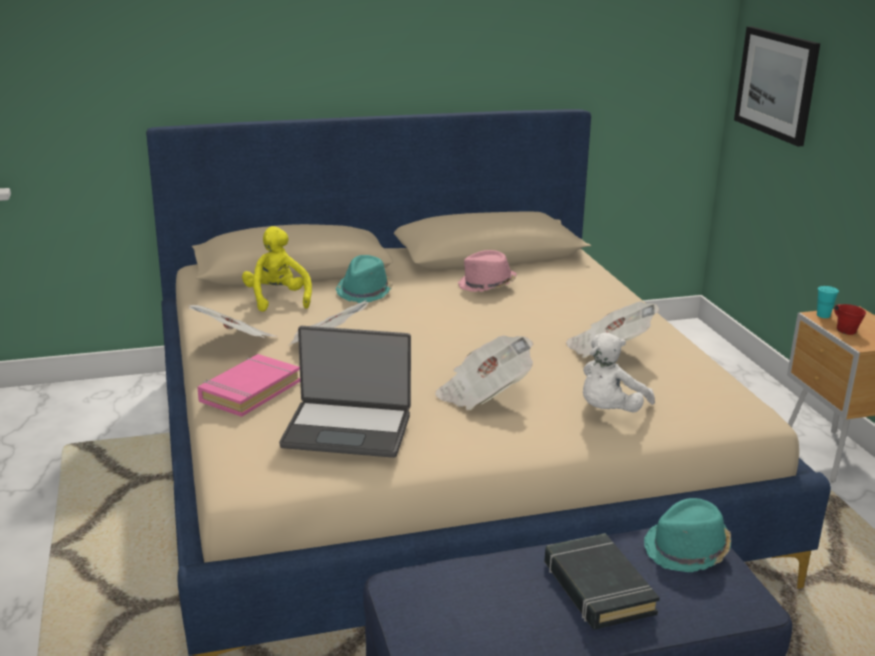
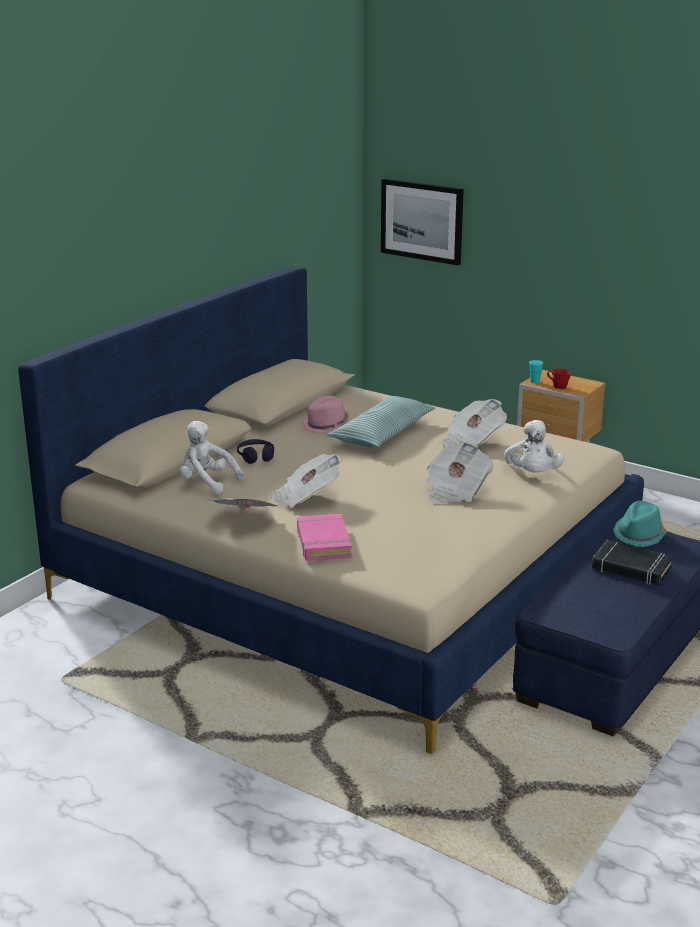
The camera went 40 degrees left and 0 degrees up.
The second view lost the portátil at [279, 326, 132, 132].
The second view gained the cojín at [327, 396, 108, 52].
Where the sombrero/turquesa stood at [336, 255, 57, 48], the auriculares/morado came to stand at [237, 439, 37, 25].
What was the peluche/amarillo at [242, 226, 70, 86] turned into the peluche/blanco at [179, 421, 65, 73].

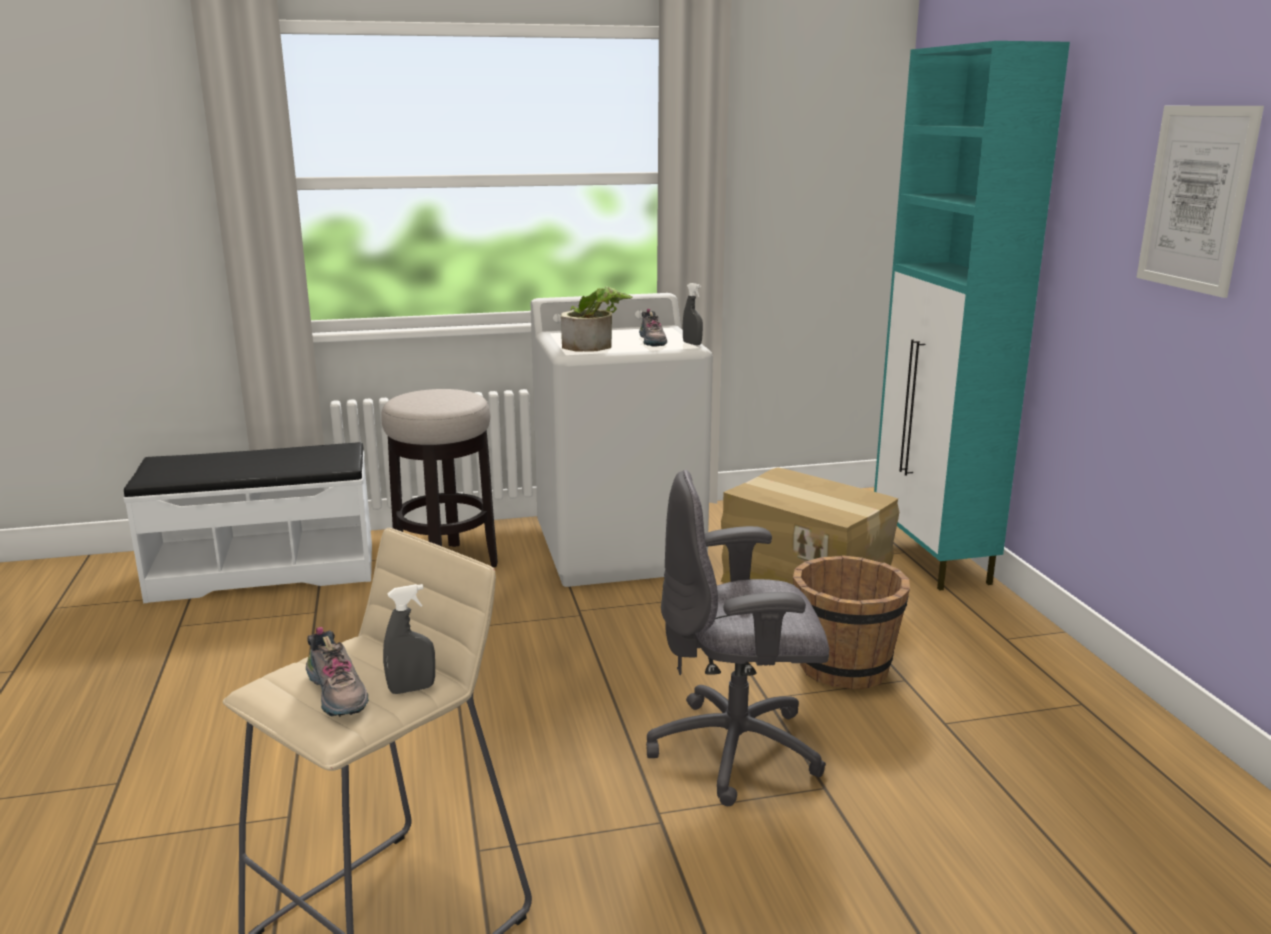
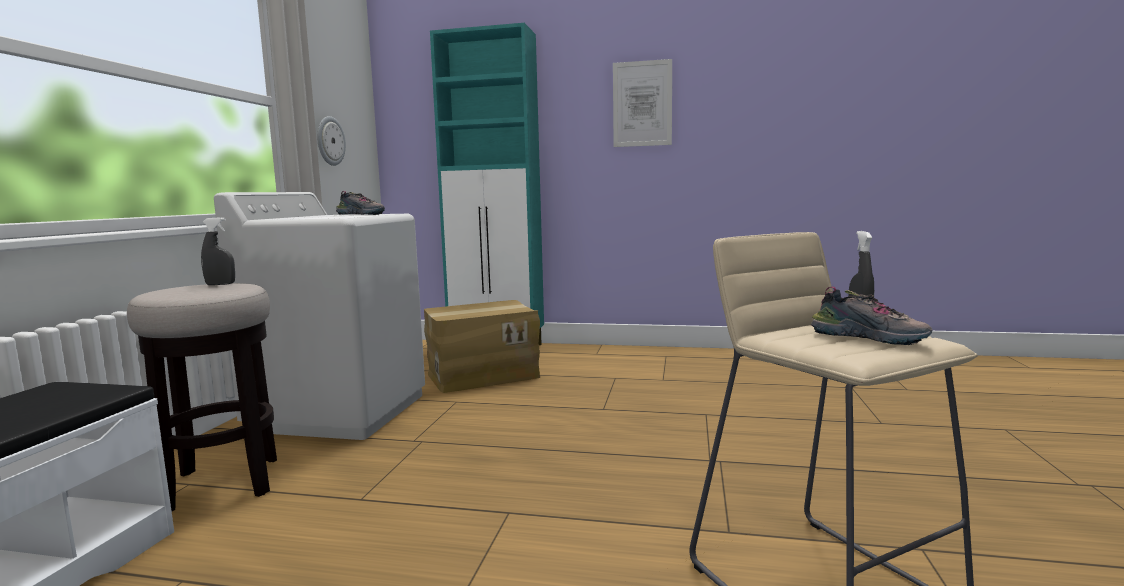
The camera went 65 degrees left and 10 degrees down.
The second view lost the planta en maceta at [561, 286, 72, 66].
The second view lost the silla de oficina/gris at [646, 470, 183, 336].
The second view lost the cubo/marrón at [793, 555, 117, 134].
The second view gained the reloj de pared at [317, 116, 29, 50].
The pulverizador/gris ended up elsewhere, having gone from [683, 283, 20, 62] to [201, 217, 34, 68].
The zapato at [306, 627, 63, 90] ended up facing another way, 45 degrees clockwise from before.

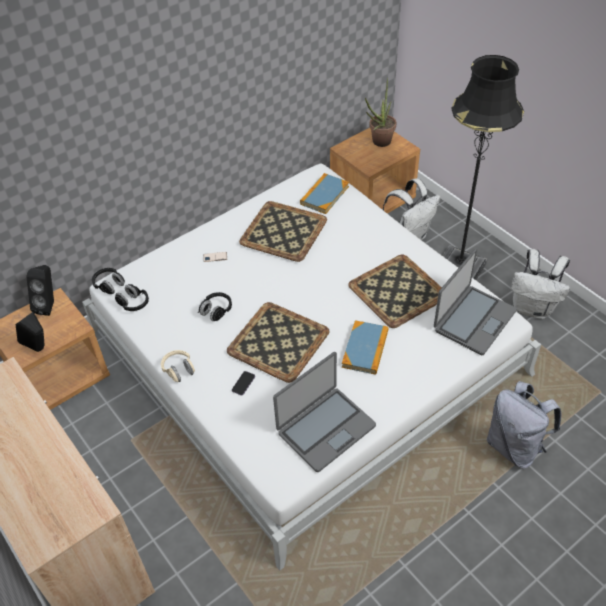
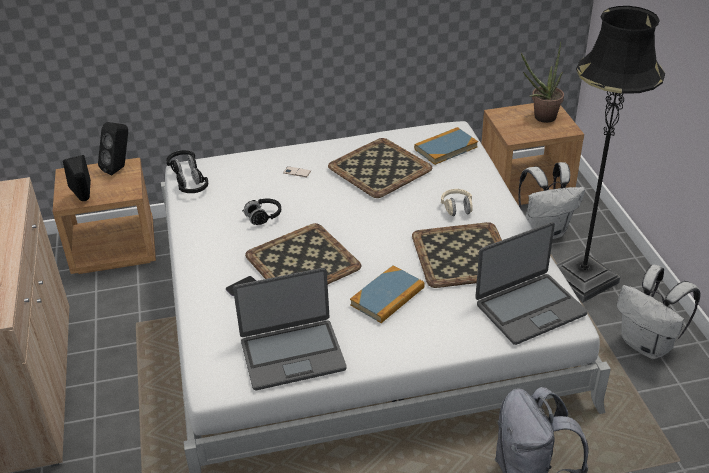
The camera went 25 degrees right and 10 degrees down.
The auriculares/beis ended up elsewhere, having gone from [161, 350, 34, 32] to [441, 189, 32, 27].

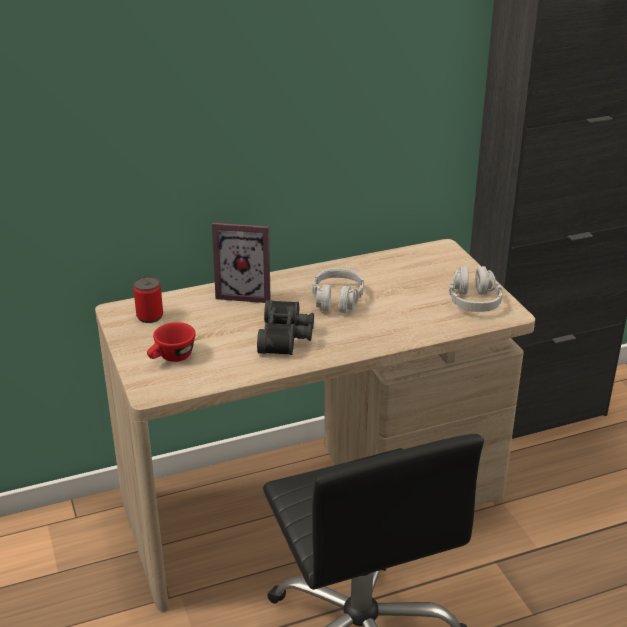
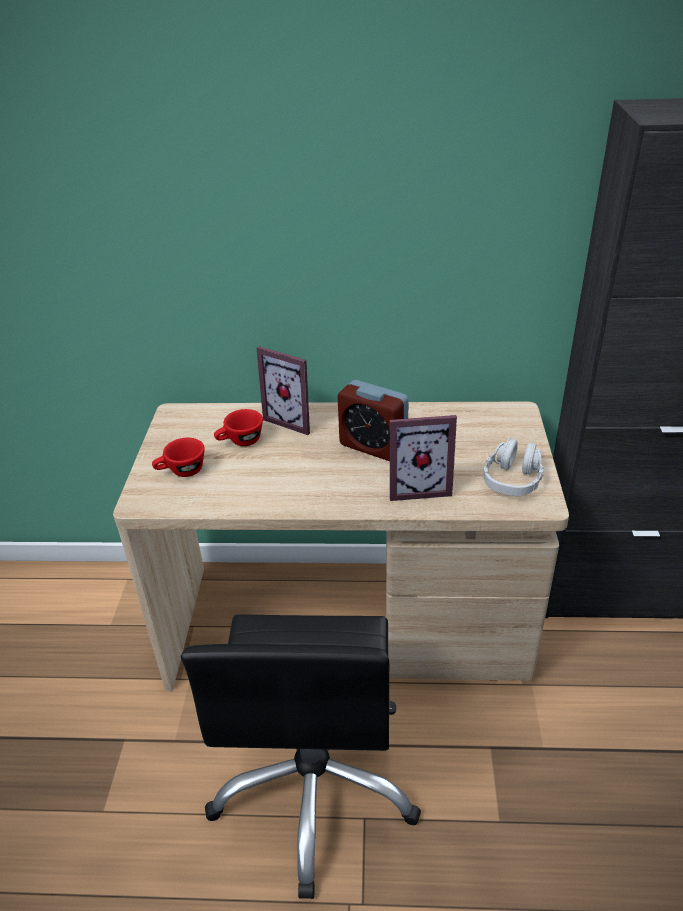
The camera went 25 degrees right and 5 degrees up.
The second view lost the lata at [133, 276, 30, 47].
The second view lost the prismáticos/negro at [257, 300, 57, 55].
The second view gained the taza/rojo at [214, 409, 49, 37].
The second view gained the portarretratos at [390, 415, 67, 86].
Where the auriculares/gris stood at [312, 268, 52, 45], the despertador came to stand at [337, 380, 72, 81].

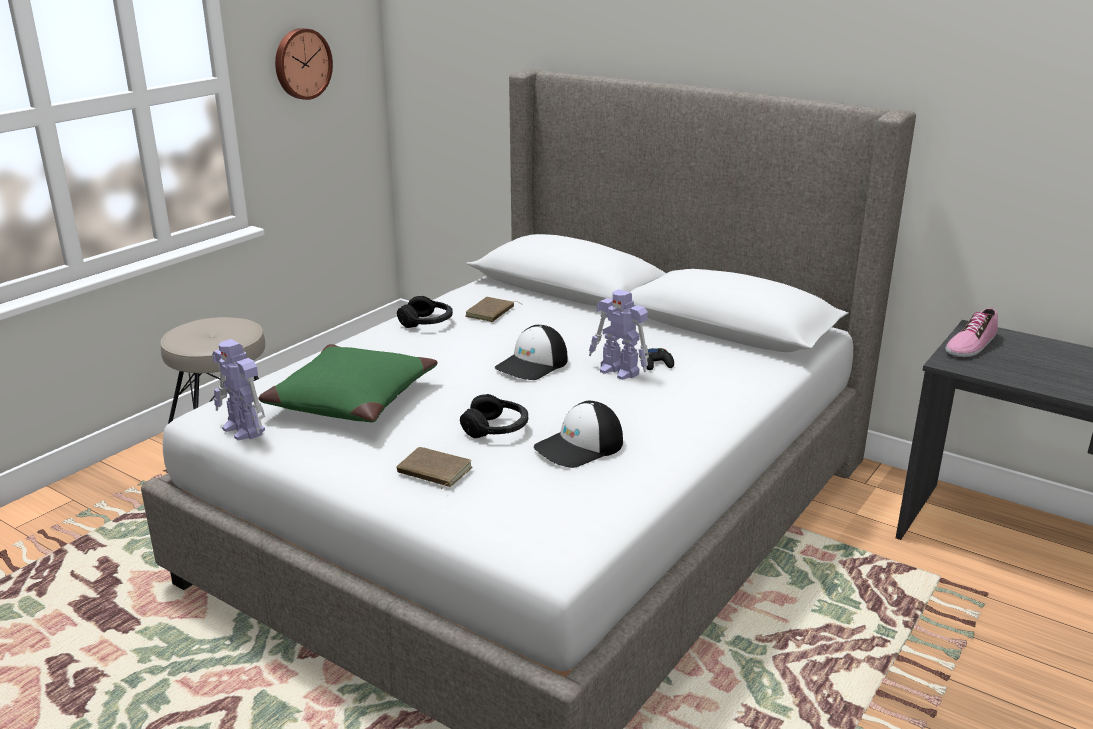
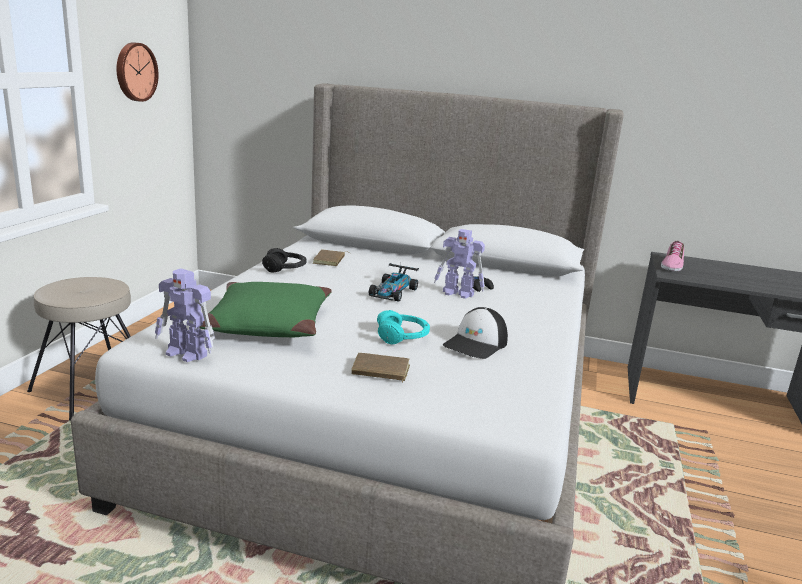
The camera went 20 degrees left and 5 degrees down.
Where the gorra stood at [495, 325, 73, 55], the coche de juguete came to stand at [369, 261, 50, 41].
What was the auriculares/negro at [460, 394, 68, 44] turned into the auriculares/turquesa at [377, 310, 53, 34].

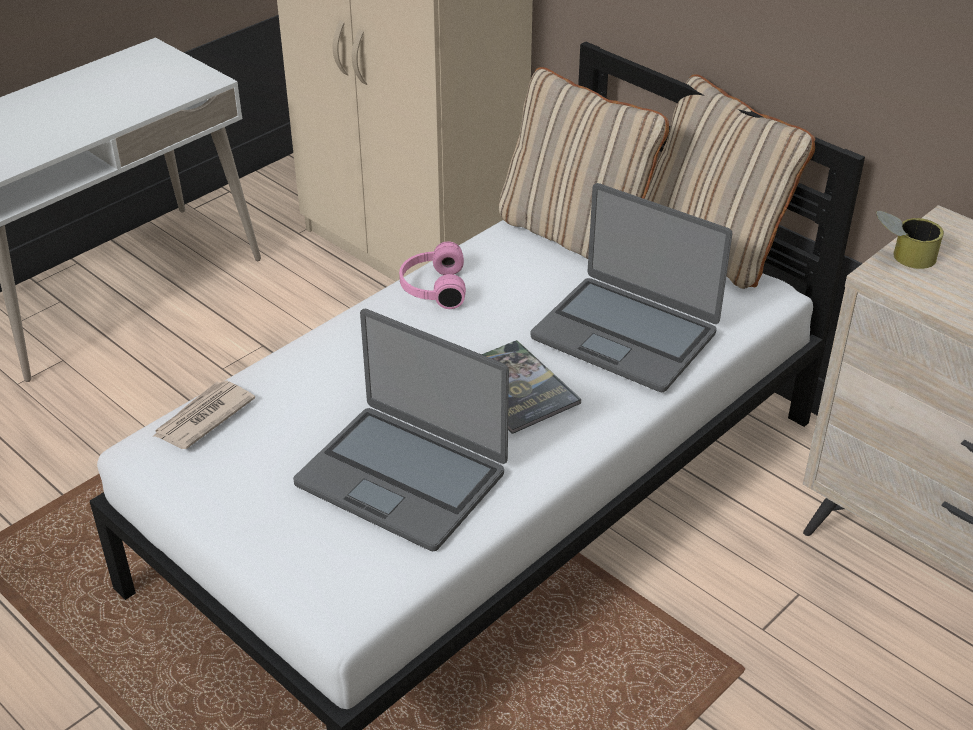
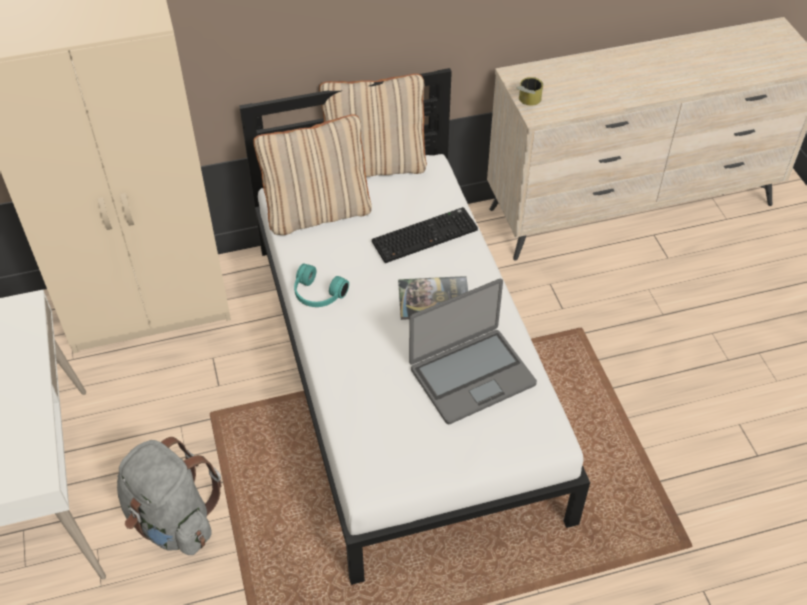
The camera went 60 degrees left and 10 degrees up.
The second view lost the periódico at [153, 380, 102, 69].
The second view gained the mochila/gris at [117, 437, 105, 118].
Where the portátil stood at [531, 183, 201, 209], the teclado came to stand at [372, 207, 106, 56].
What was the auriculares/rosa at [399, 242, 67, 67] turned into the auriculares/turquesa at [294, 264, 55, 43].

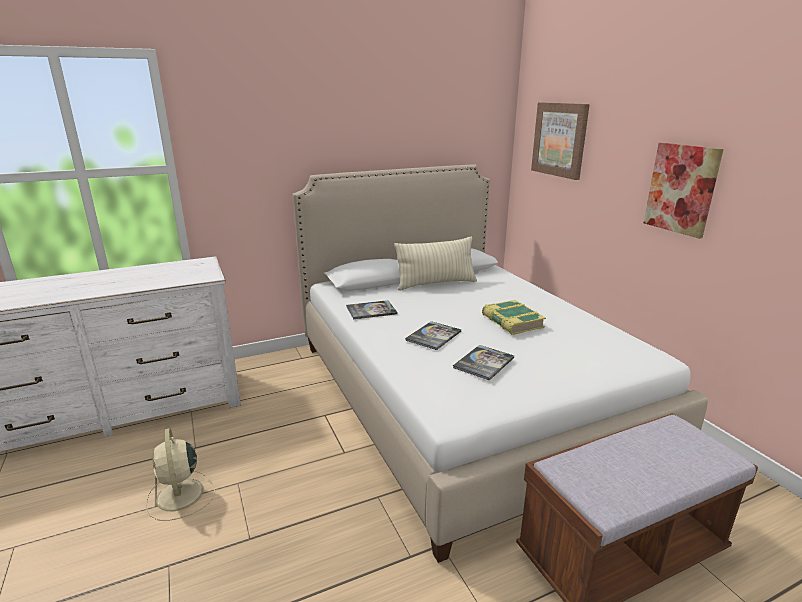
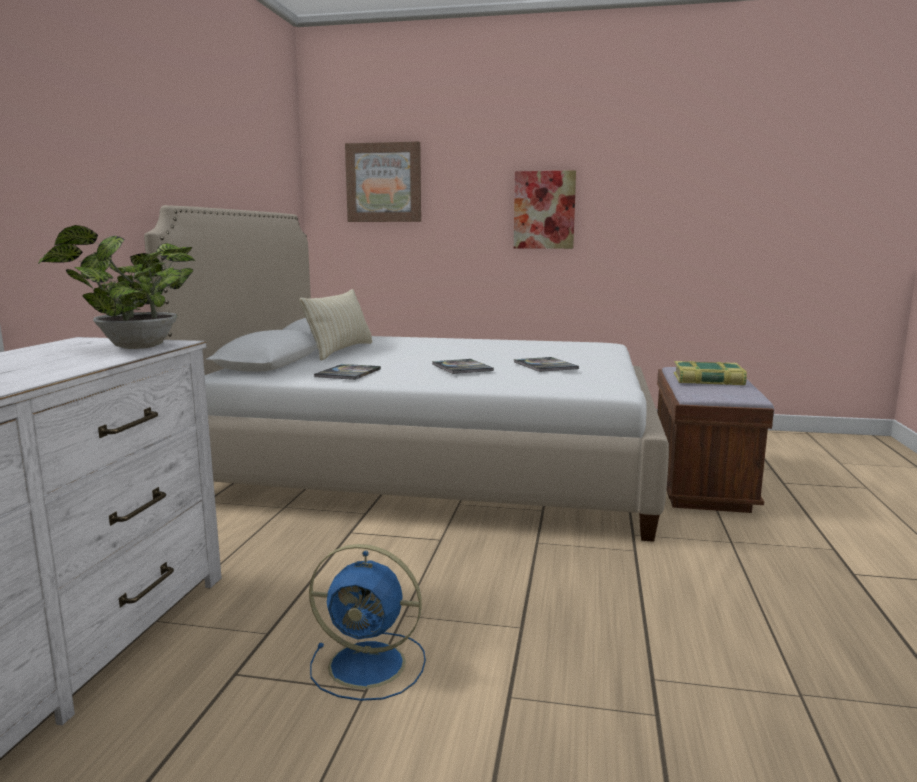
The camera went 55 degrees left and 10 degrees down.
The second view gained the planta en maceta at [38, 225, 157, 124].
The libro ended up elsewhere, having gone from [482, 300, 64, 35] to [674, 361, 73, 24].
What was the ventilador/beis at [146, 428, 69, 93] turned into the ventilador/azul at [309, 544, 117, 157].

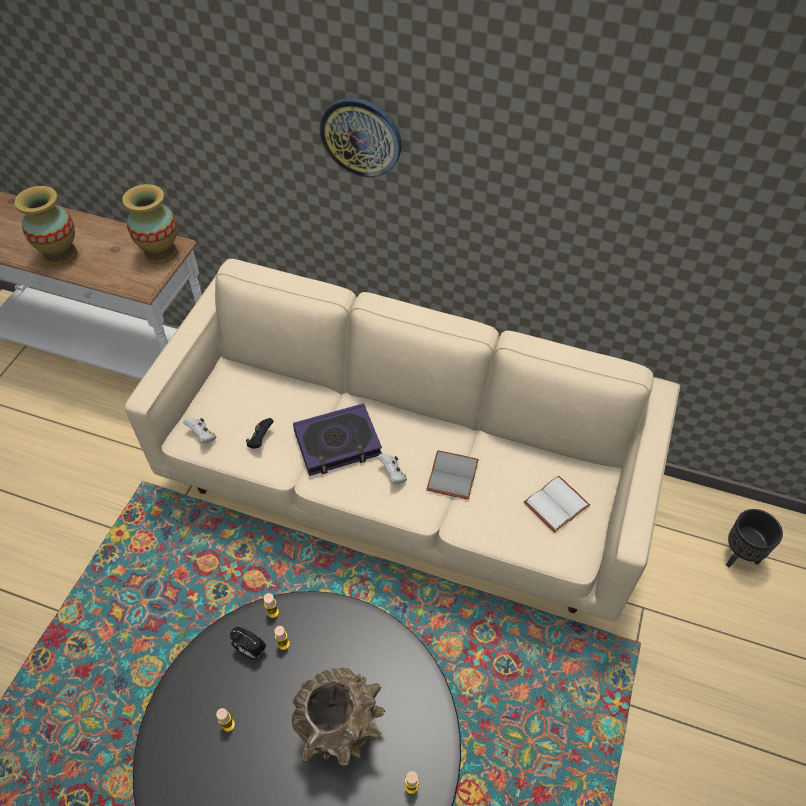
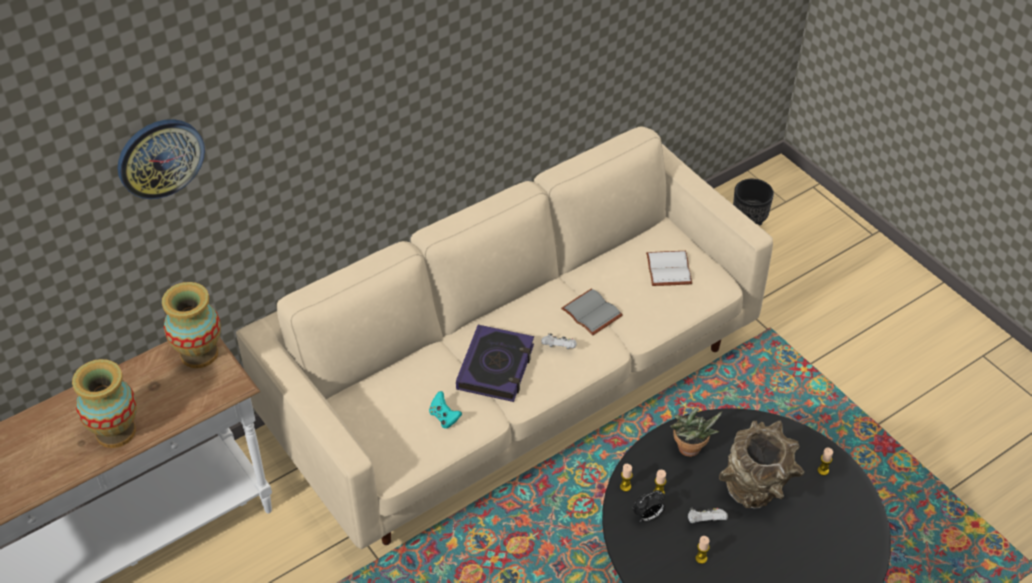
The camera went 55 degrees left and 5 degrees down.
The second view gained the planta en maceta at [670, 408, 52, 49].
The mando de consola/blanco ended up elsewhere, having gone from [183, 418, 33, 25] to [688, 508, 40, 15].
The reloj de pared ended up elsewhere, having gone from [320, 98, 82, 79] to [118, 119, 87, 80].
What was the mando de consola/negro at [246, 418, 28, 31] turned into the mando de consola/turquesa at [429, 391, 33, 38].

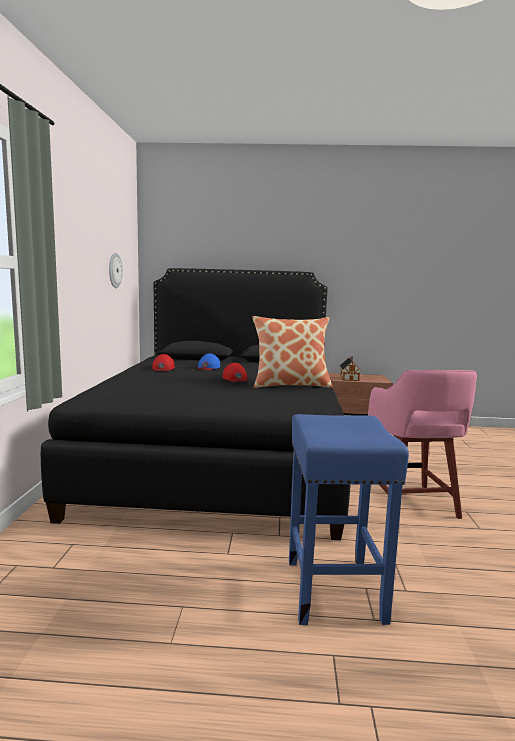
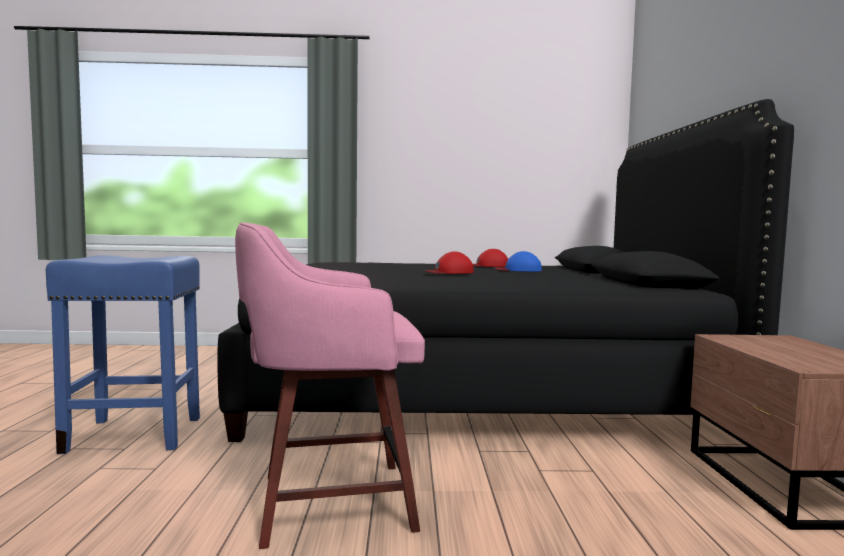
The camera went 85 degrees right and 5 degrees down.
The second view lost the reloj de pared at [109, 253, 14, 35].
The second view lost the cojín at [253, 316, 80, 72].
The second view lost the casita at [340, 356, 21, 25].

